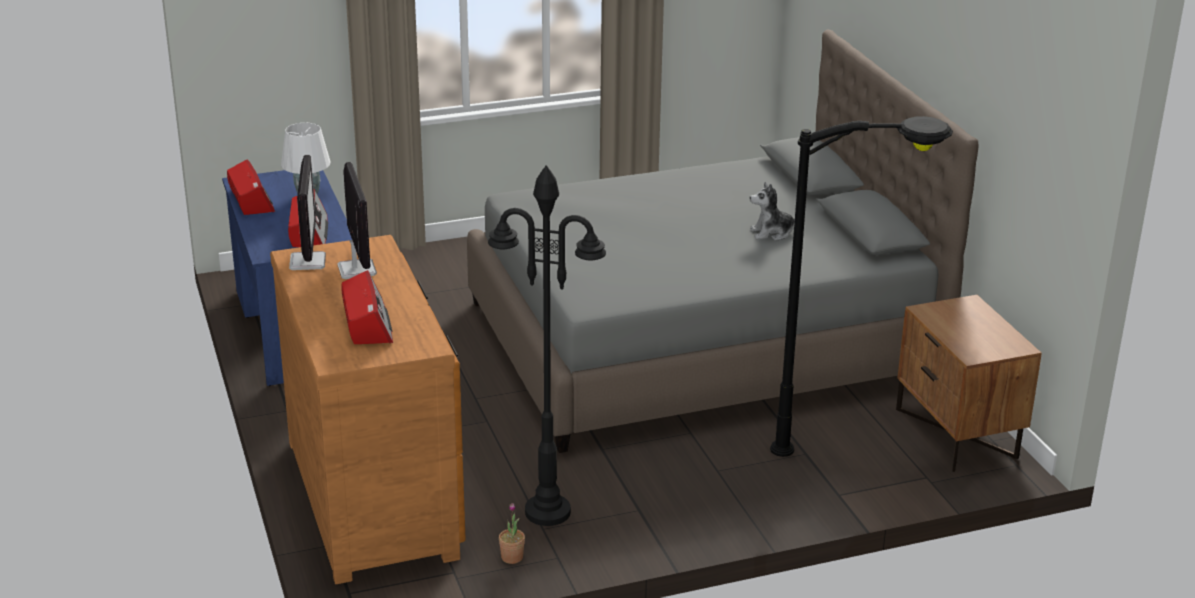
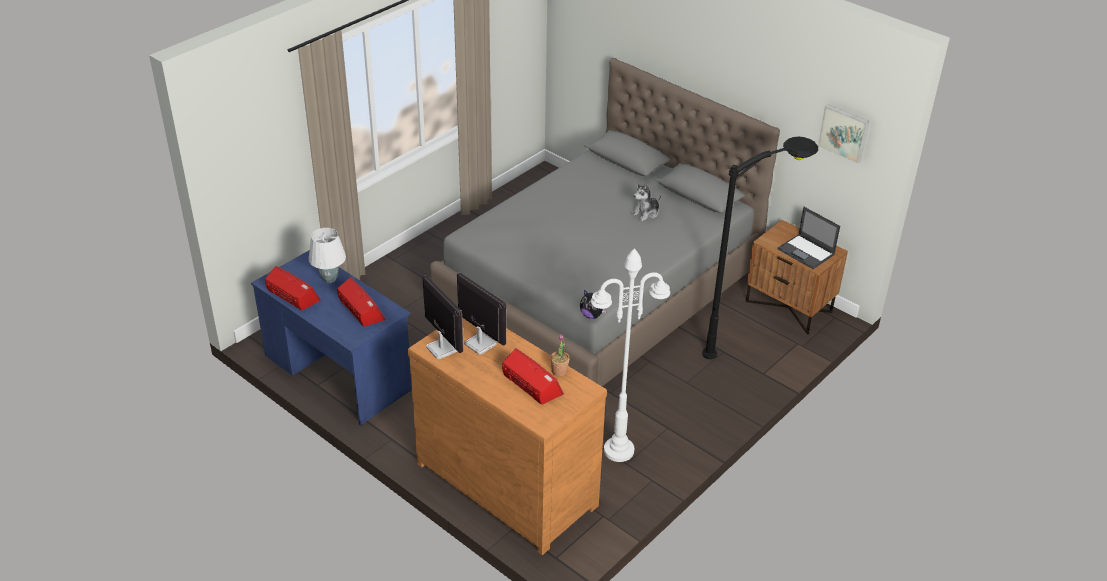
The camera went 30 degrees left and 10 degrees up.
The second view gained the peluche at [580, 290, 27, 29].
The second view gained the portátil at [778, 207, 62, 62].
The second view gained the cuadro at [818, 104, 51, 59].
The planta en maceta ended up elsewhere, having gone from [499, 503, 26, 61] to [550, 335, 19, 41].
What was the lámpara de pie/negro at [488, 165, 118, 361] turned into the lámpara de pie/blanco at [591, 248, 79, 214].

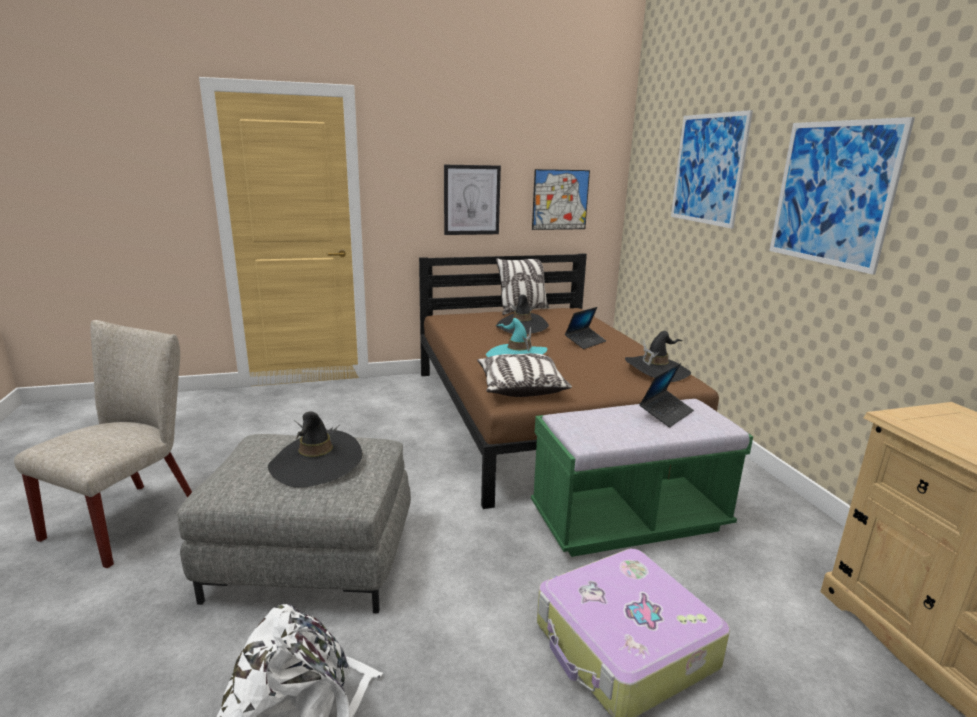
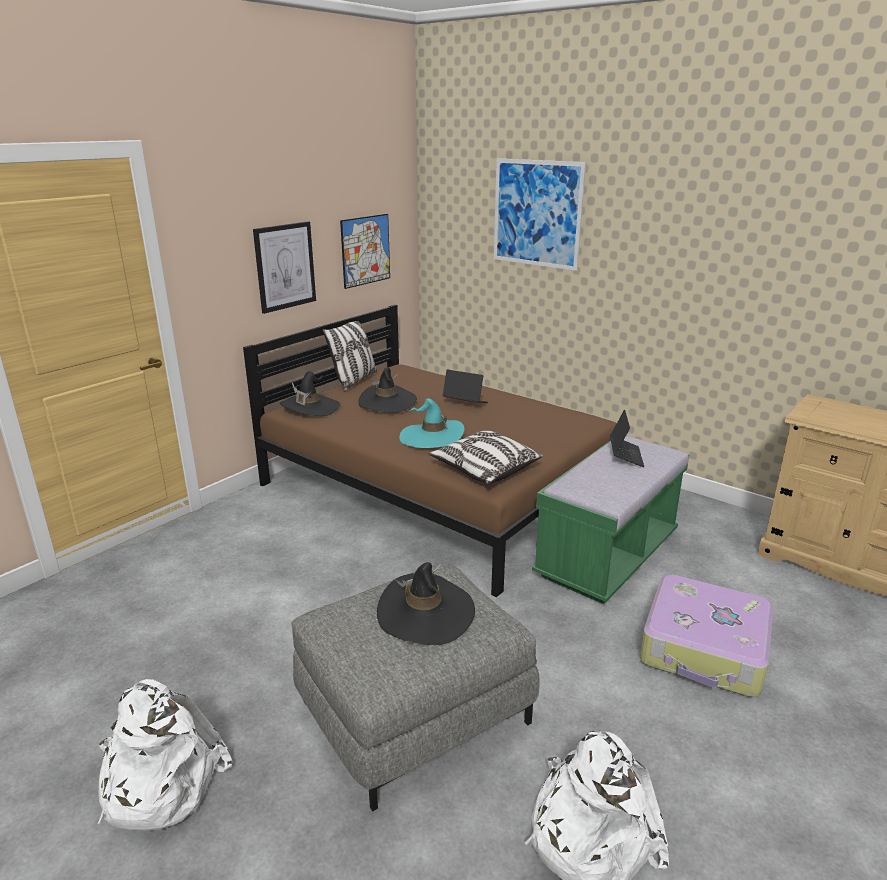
The camera went 35 degrees left and 5 degrees up.
The second view lost the cuadro at [769, 117, 146, 158].
The sombrero/negro ended up elsewhere, having gone from [625, 331, 66, 51] to [280, 371, 60, 45].
Where the silla/beis stood at [14, 320, 178, 248], the mochila/blanco came to stand at [97, 679, 135, 152].
The portátil at [565, 307, 41, 42] ended up facing another way, 75 degrees counterclockwise from before.

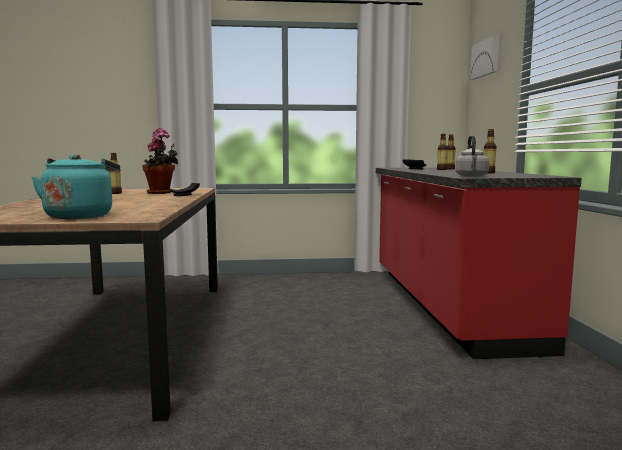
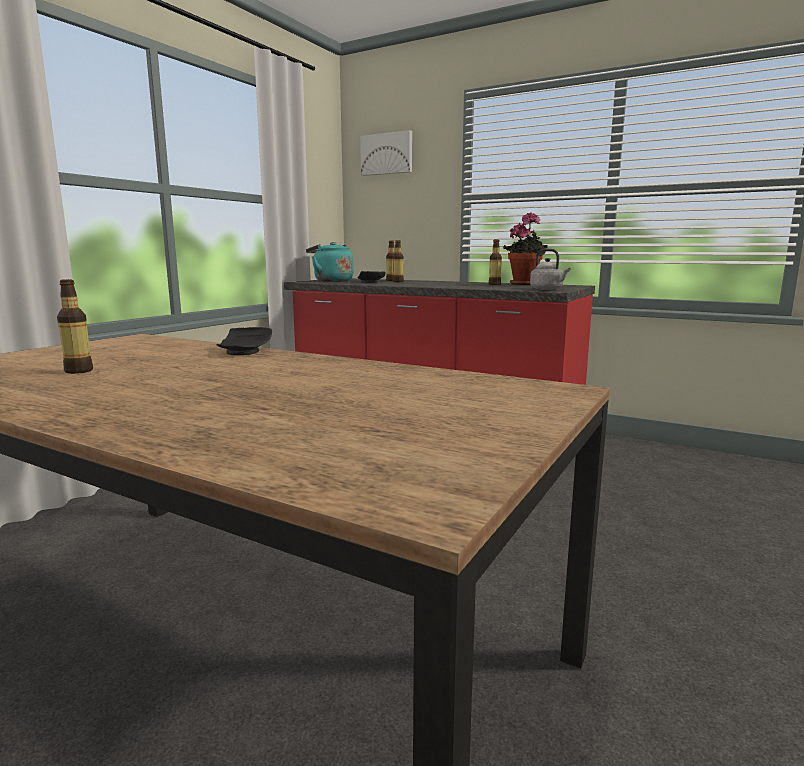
The camera went 55 degrees left and 5 degrees up.
The hervidor/turquesa ended up elsewhere, having gone from [32, 154, 88, 65] to [306, 242, 48, 40].
The planta en maceta ended up elsewhere, having gone from [142, 128, 36, 66] to [503, 212, 44, 73].

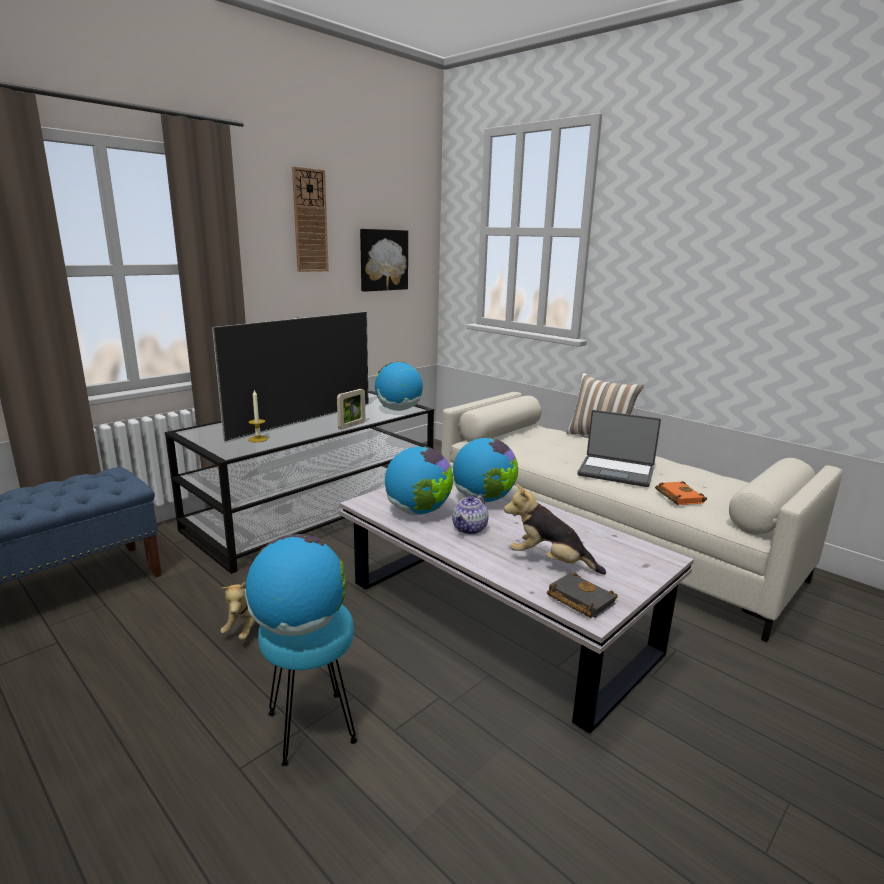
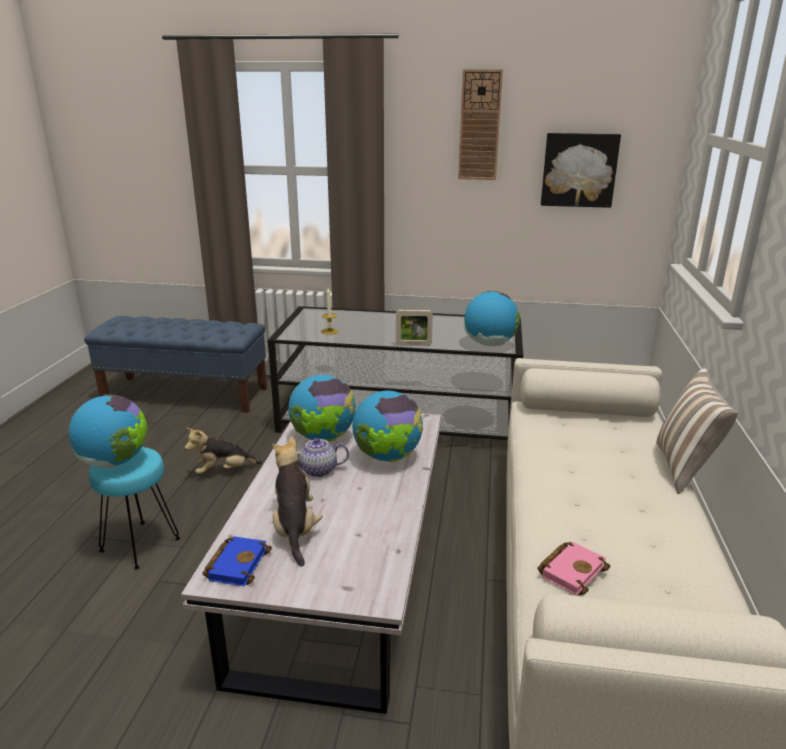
The camera went 55 degrees right and 5 degrees up.
The second view lost the televisor at [212, 312, 156, 129].
The second view lost the portátil at [577, 410, 84, 77].
What was the libro/negro at [547, 573, 71, 45] turned into the libro/azul at [202, 536, 70, 50].
What was the libro/naranja at [655, 481, 52, 24] turned into the libro/rosa at [538, 542, 73, 53].

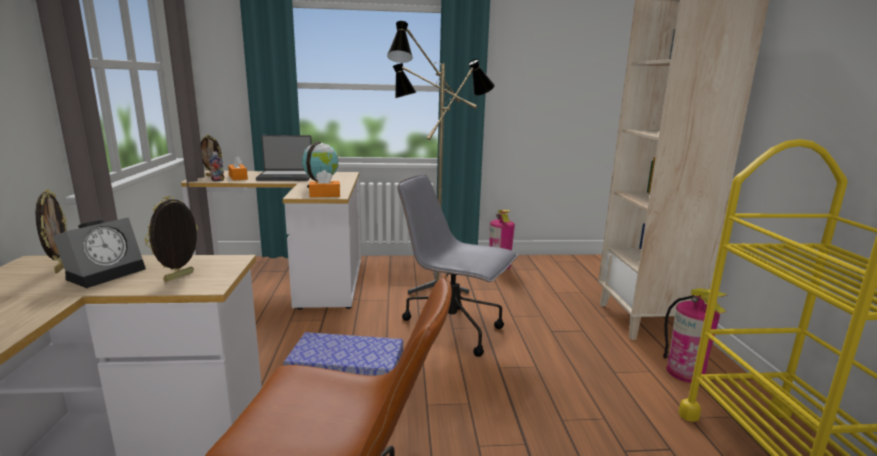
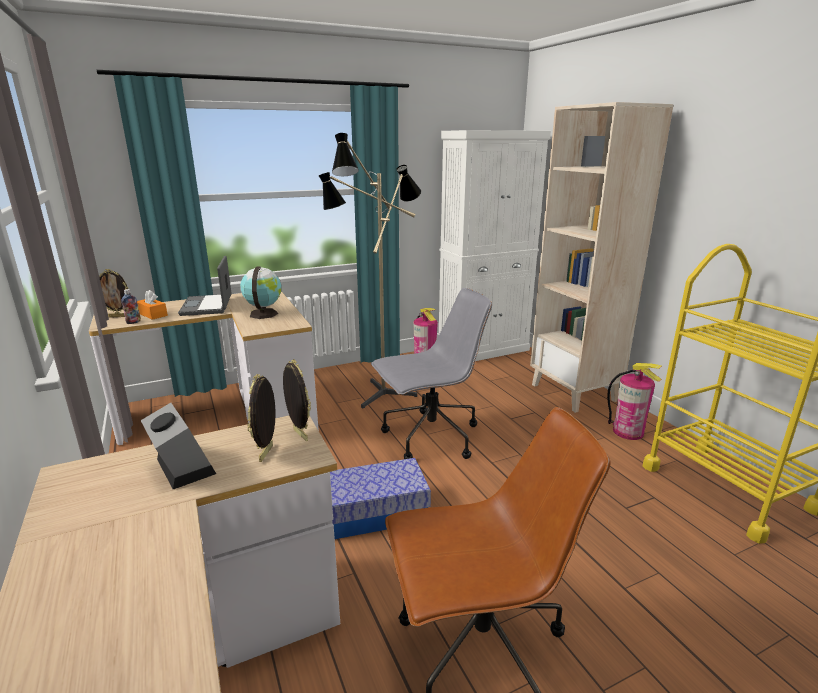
The camera went 20 degrees left and 5 degrees up.
The second view lost the caja de pañuelos/naranja at [309, 170, 31, 28].
The second view gained the armario/blanco at [439, 130, 112, 231].
The portarretratos ended up elsewhere, having gone from [36, 189, 31, 84] to [283, 359, 28, 82].
The despertador at [53, 217, 93, 71] ended up facing another way, 45 degrees counterclockwise from before.
The portátil at [256, 135, 56, 46] ended up facing another way, 105 degrees clockwise from before.
The silla de oficina/gris at [397, 174, 121, 183] ended up facing another way, 150 degrees clockwise from before.

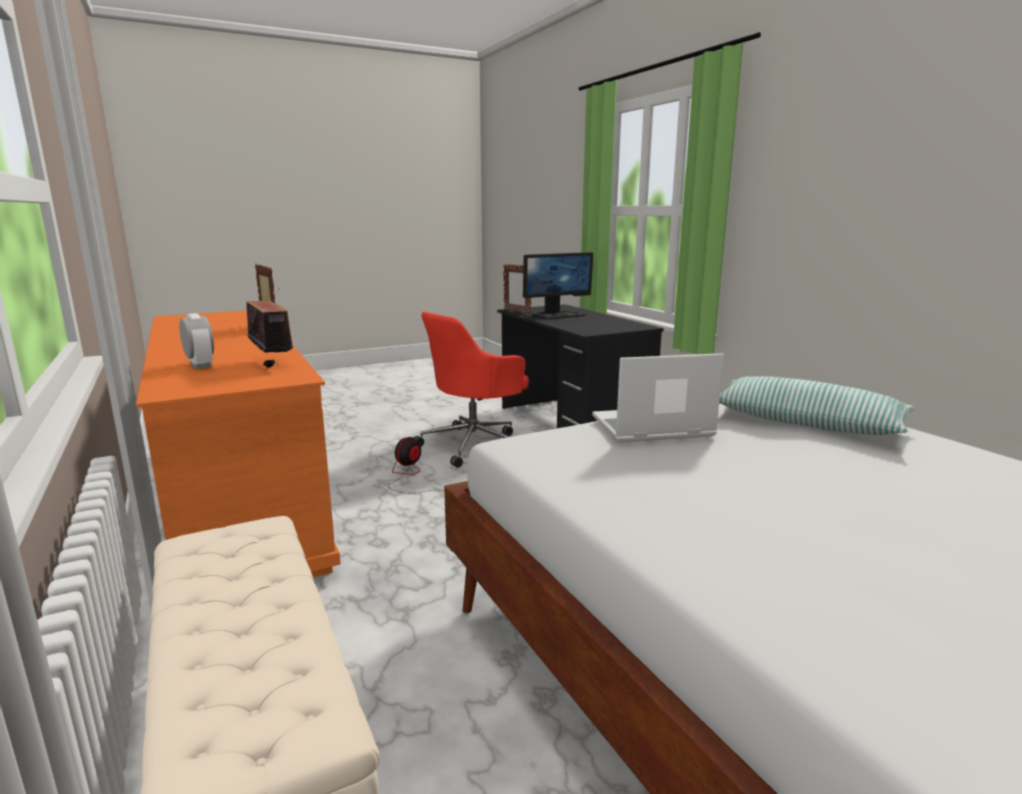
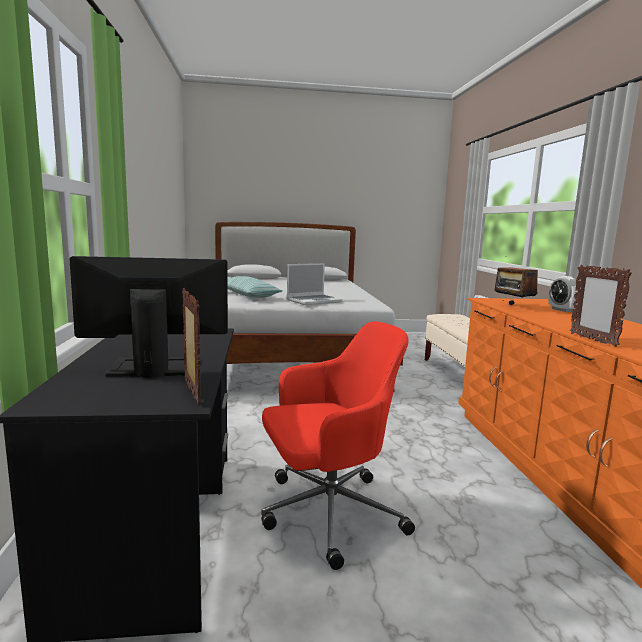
The camera went 160 degrees left and 5 degrees down.
The second view lost the ventilador at [388, 437, 56, 57].
The portátil at [592, 353, 132, 90] ended up facing another way, 45 degrees counterclockwise from before.

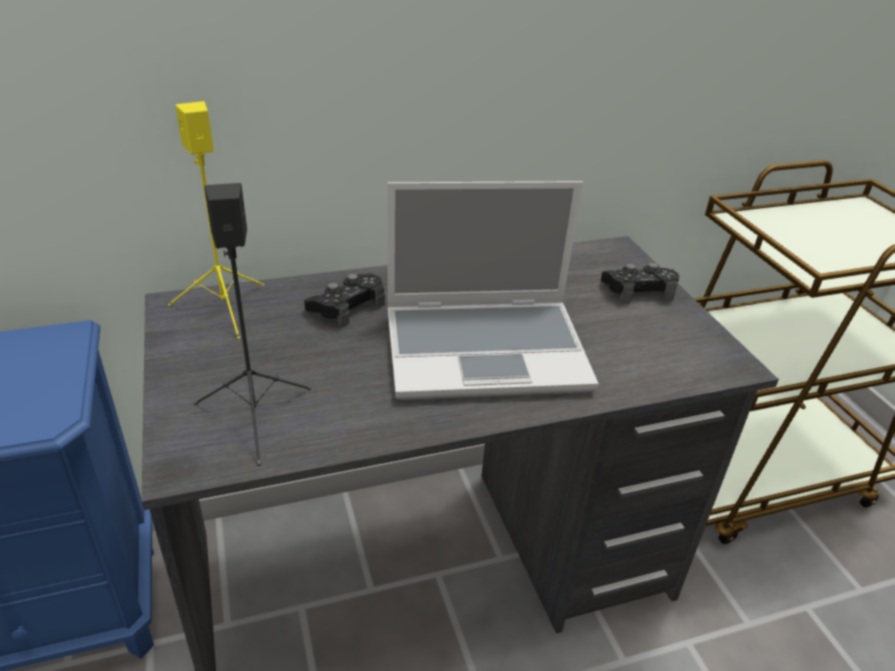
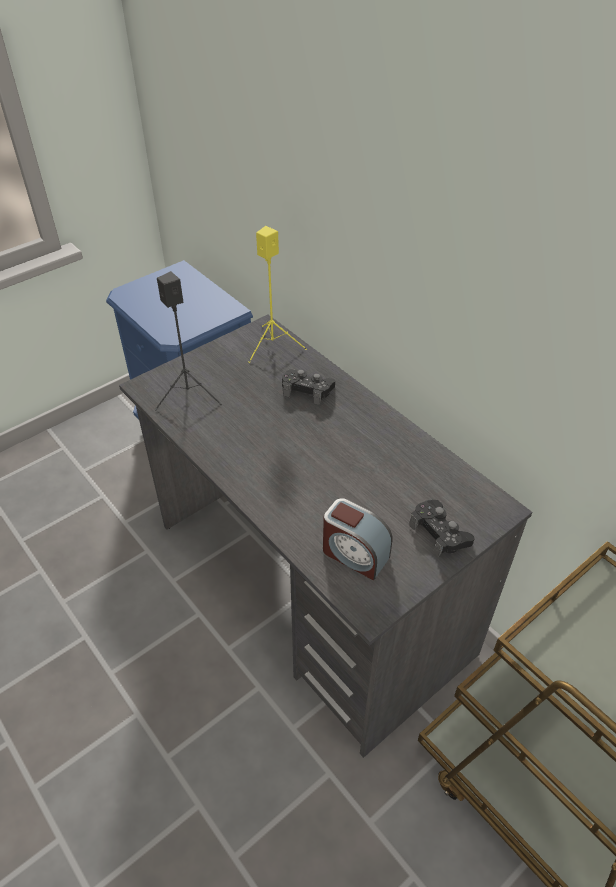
The camera went 70 degrees right and 10 degrees up.
The second view lost the portátil at [387, 181, 212, 219].
The second view gained the despertador at [323, 498, 70, 82].

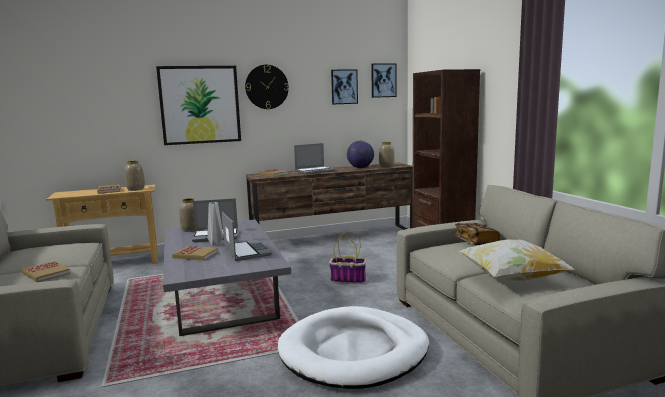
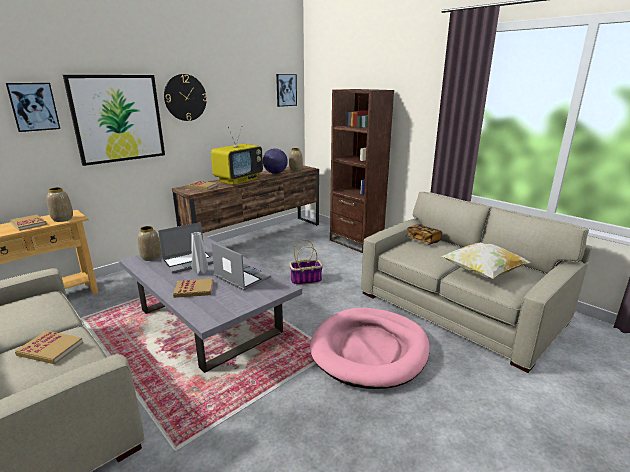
The camera went 25 degrees left and 10 degrees up.
The cuadro ended up elsewhere, having gone from [331, 69, 27, 35] to [6, 83, 54, 49].
Where the portátil stood at [294, 143, 41, 32], the televisor came to stand at [211, 127, 52, 58].
What was the cama para perro/blanco at [278, 306, 151, 83] turned into the cama para perro/rosa at [310, 307, 120, 82].

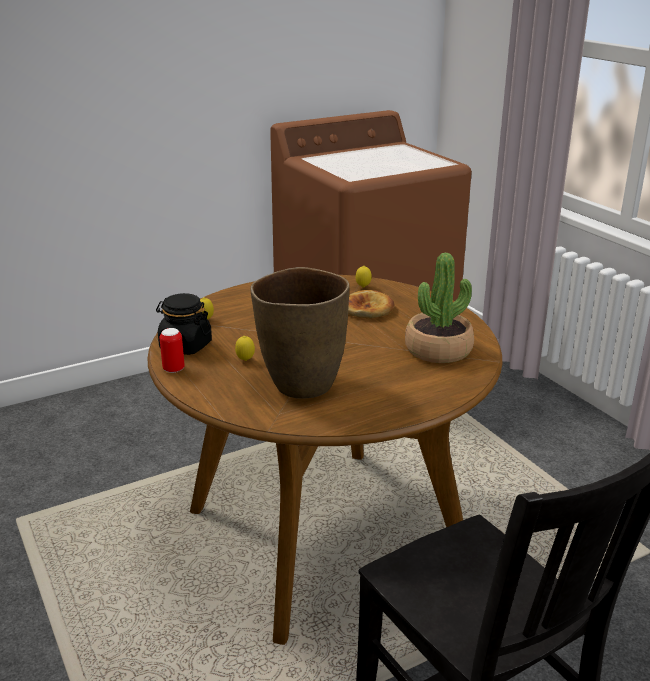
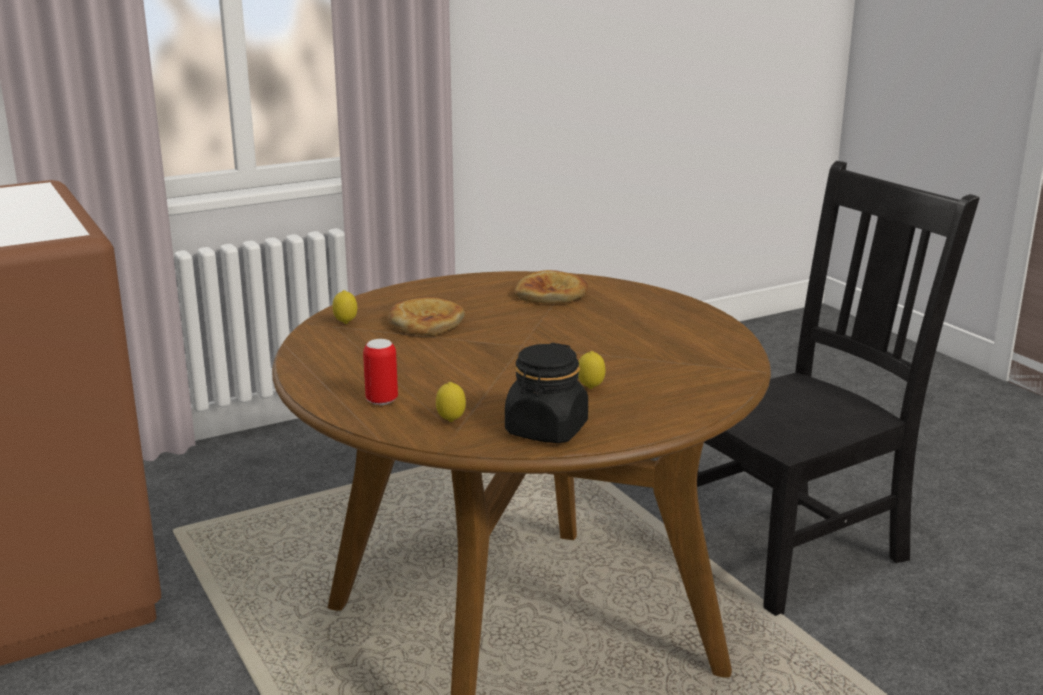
The camera went 90 degrees left and 5 degrees down.
The second view lost the florero/marrón at [250, 267, 100, 132].
The lata ended up elsewhere, having gone from [159, 328, 26, 45] to [363, 339, 35, 66].
Where the planta en maceta stood at [405, 253, 69, 110], the pan came to stand at [514, 270, 74, 33].

